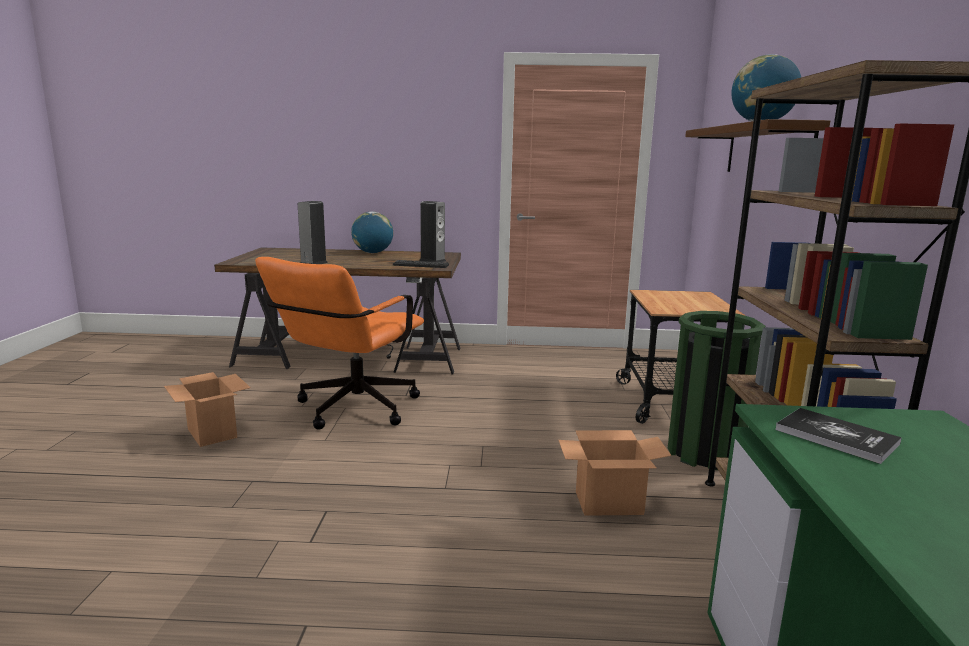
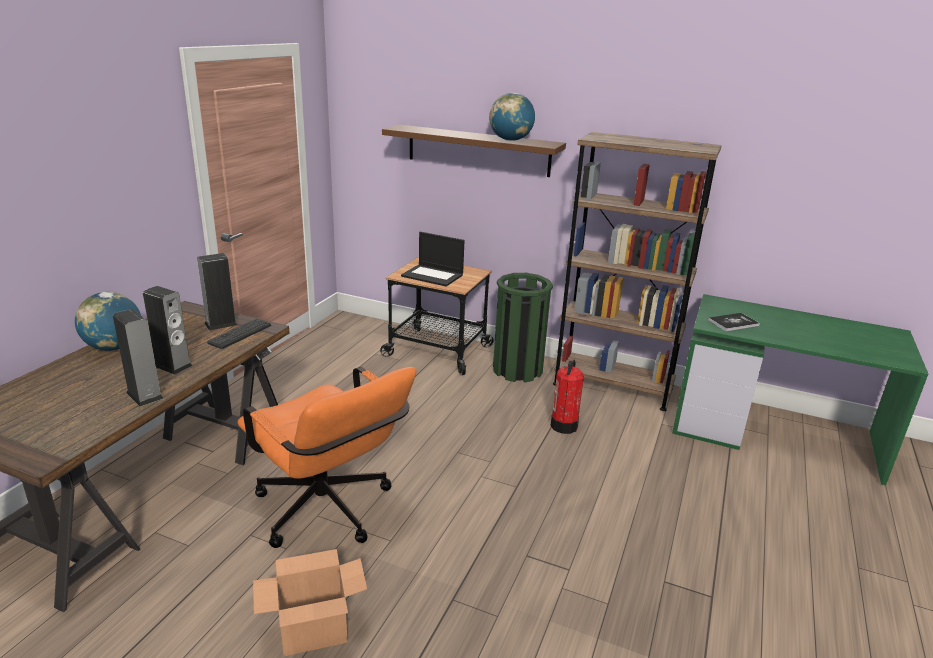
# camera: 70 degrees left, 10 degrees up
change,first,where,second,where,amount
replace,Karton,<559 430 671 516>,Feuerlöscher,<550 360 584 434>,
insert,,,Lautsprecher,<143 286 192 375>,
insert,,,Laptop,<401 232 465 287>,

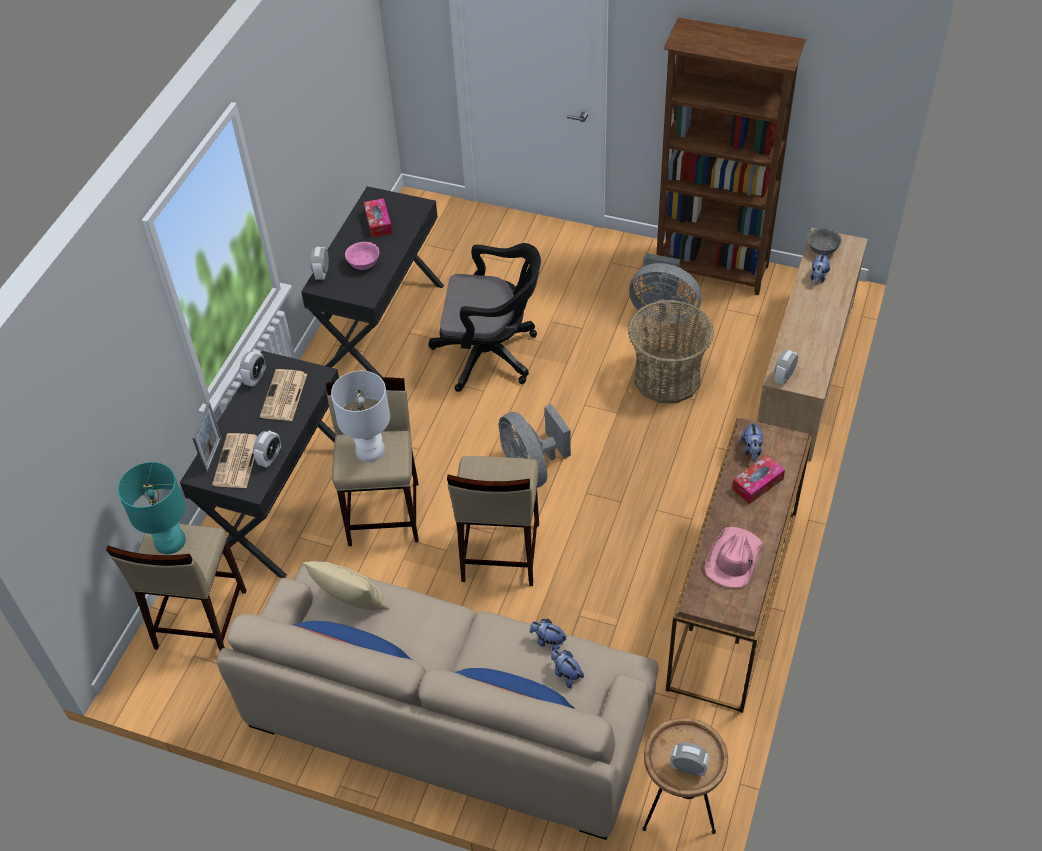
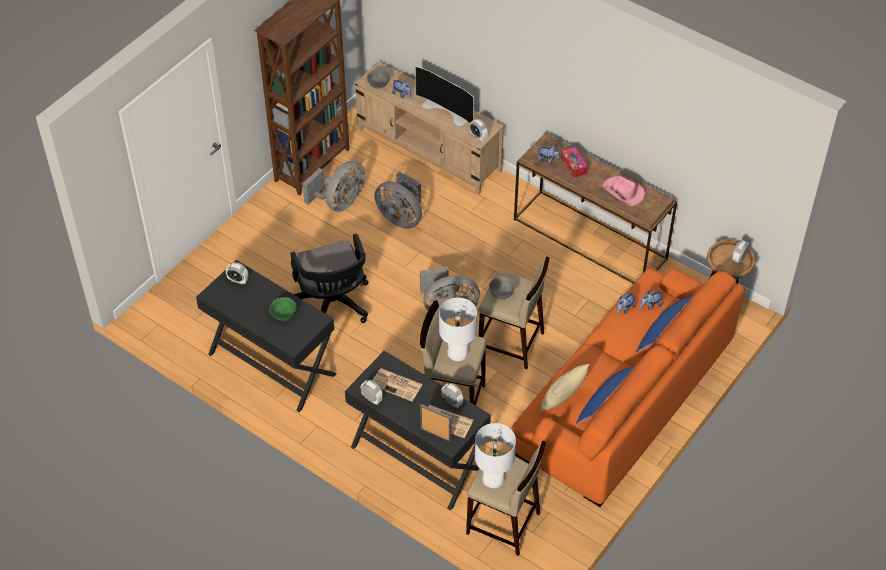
# camera: 75 degrees left, 0 degrees up
change,first,where,second,where,amount
recolor,Tischlampe/türkis,<118 462 186 554>,Tischlampe/weiß,<475 423 516 488>,
recolor,Sofa/beige,<217 564 658 840>,Sofa/orange,<510 268 745 507>,
move,Wecker,<311 247 329 280>,,<226 262 248 285>,
recolor,Schüssel/rosa,<345 242 379 270>,Schüssel/grün,<270 297 297 321>,
delete,Taschentuchbox,<364 198 392 238>,,,
rotate,Bürostuhl/schwarz,<428 243 541 392>,,<290 234 368 323>,135 degrees clockwise
replace,Korb,<628 300 714 403>,Ventilator/grau,<374 172 422 229>,
insert,,,Fernseher,<415 66 474 127>,
insert,,,Schüssel/grau,<489 277 516 299>,

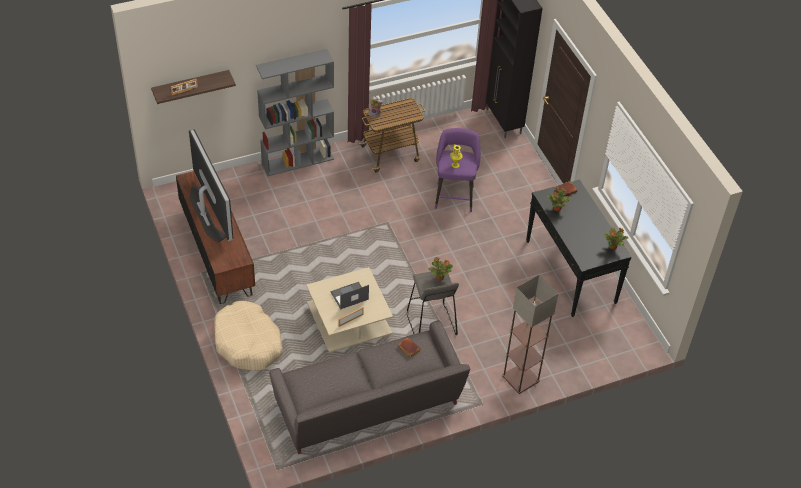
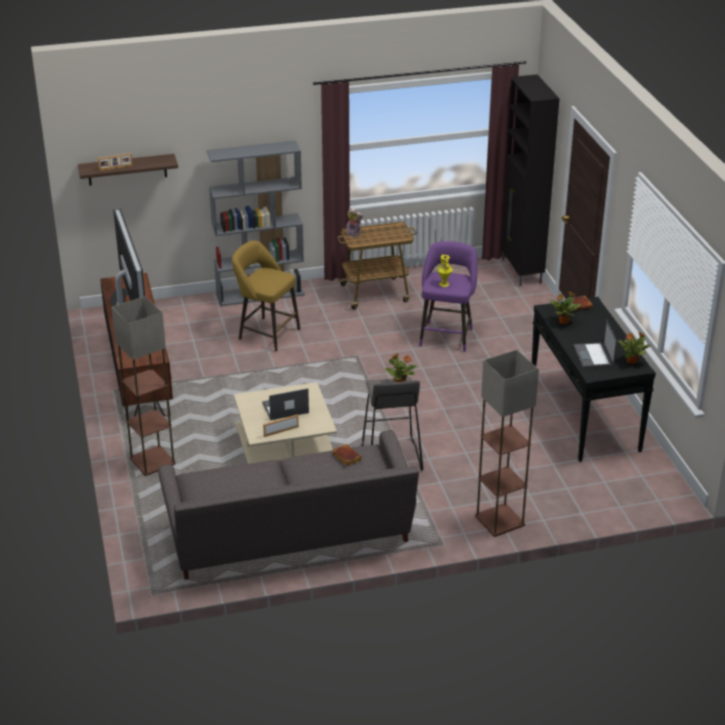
# camera: 10 degrees right, 15 degrees down
change,first,where,second,where,amount
replace,Hundebett/beige,<214 301 283 371>,Stehlampe,<111 296 176 476>,
insert,,,Hocker/gelb,<232 241 300 351>,
insert,,,Laptop,<573 319 617 368>,

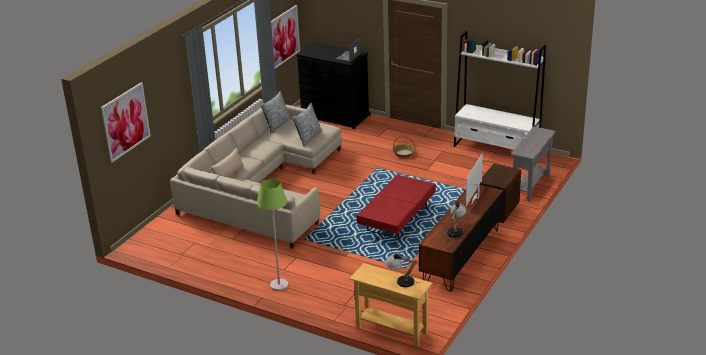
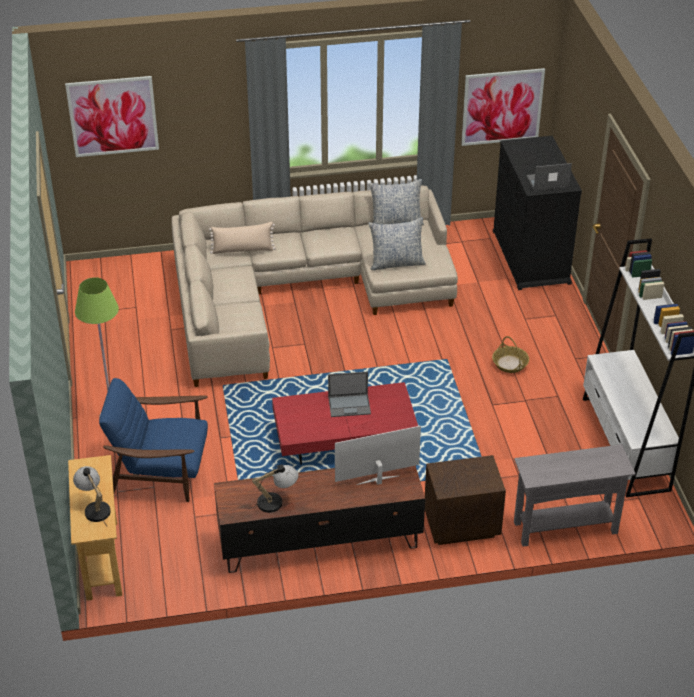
# camera: 50 degrees right, 10 degrees up
change,first,where,second,where,amount
insert,,,Sessel/blau,<99 378 208 502>,
insert,,,Laptop,<328 372 371 417>,

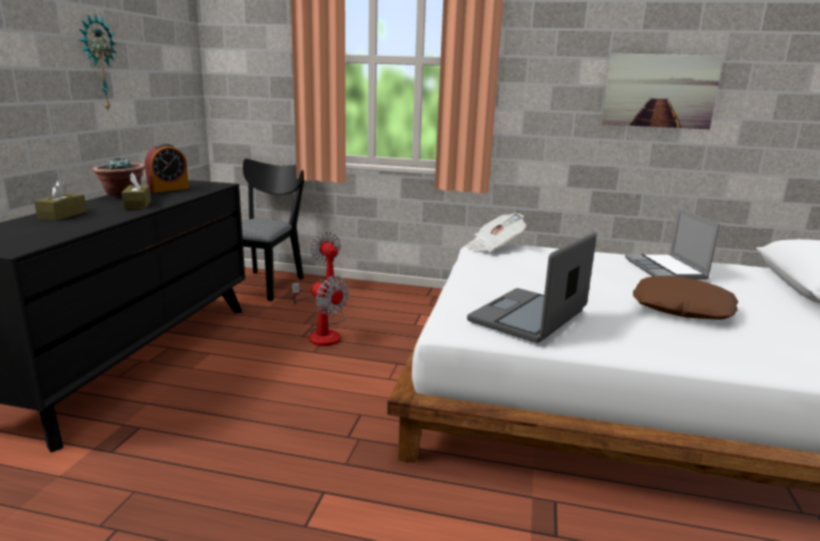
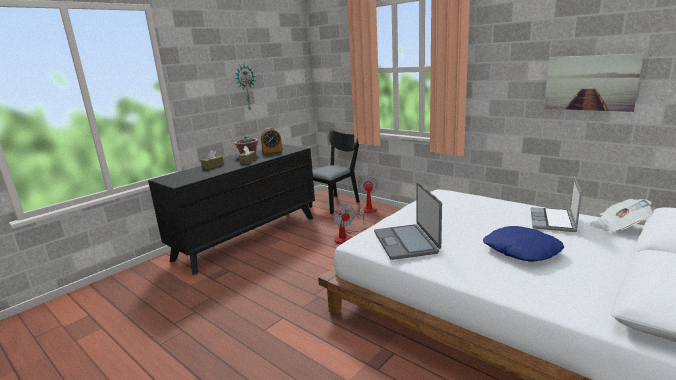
# camera: 30 degrees right, 0 degrees up
change,first,where,second,where,amount
move,Zeitung,<466 213 526 252>,,<590 199 653 233>,
rotate,Laptop,<467 232 597 343>,,<374 182 442 260>,75 degrees counterclockwise
recolor,Kissen/braun,<633 276 738 320>,Kissen/blau,<483 226 564 262>,

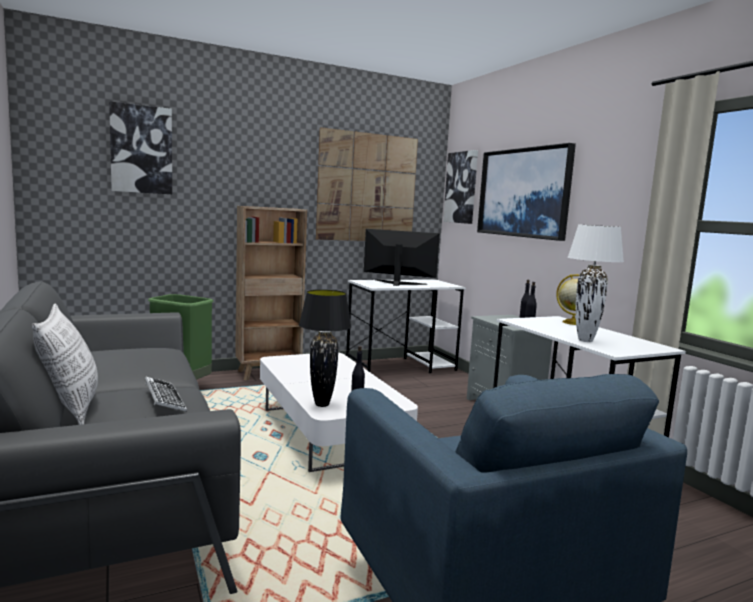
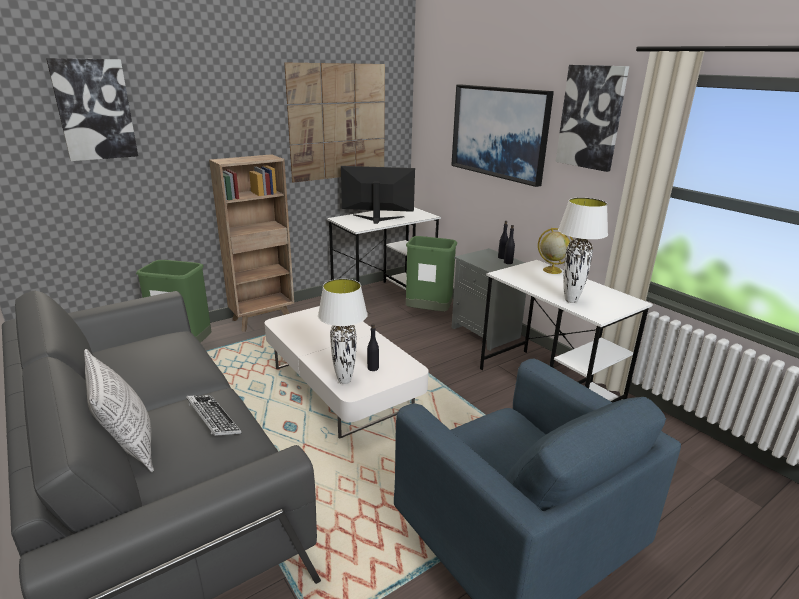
# camera: 10 degrees left, 15 degrees up
change,first,where,second,where,amount
recolor,Tischlampe/schwarz,<299 289 352 407>,Tischlampe/weiß,<318 279 368 384>,
move,Bild,<443 150 478 224>,,<556 65 629 172>,
insert,,,Mülleimer/grün,<406 236 457 311>,

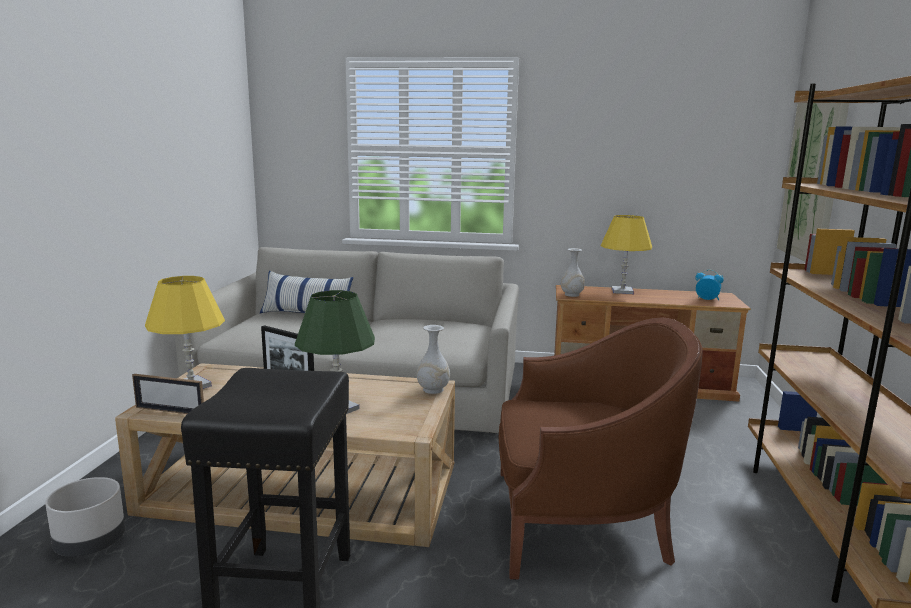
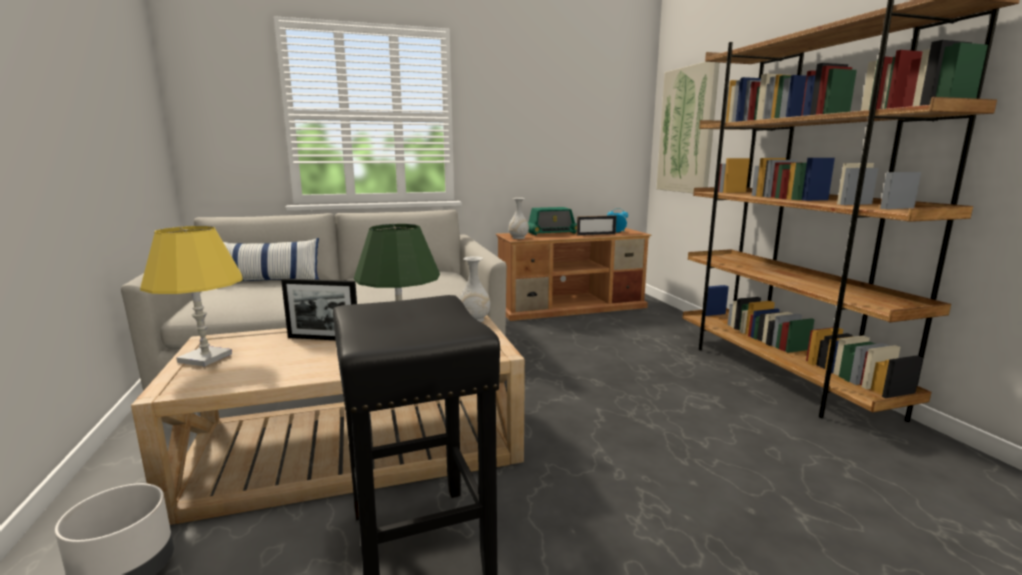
# camera: 25 degrees left, 0 degrees up
change,first,where,second,where,amount
move,Bilderrahmen,<132 374 204 414>,,<577 215 617 236>,
delete,Sessel/braun,<499 318 703 580>,,,
replace,Tischlampe/gelb,<601 215 652 294>,Radio,<528 207 577 236>,

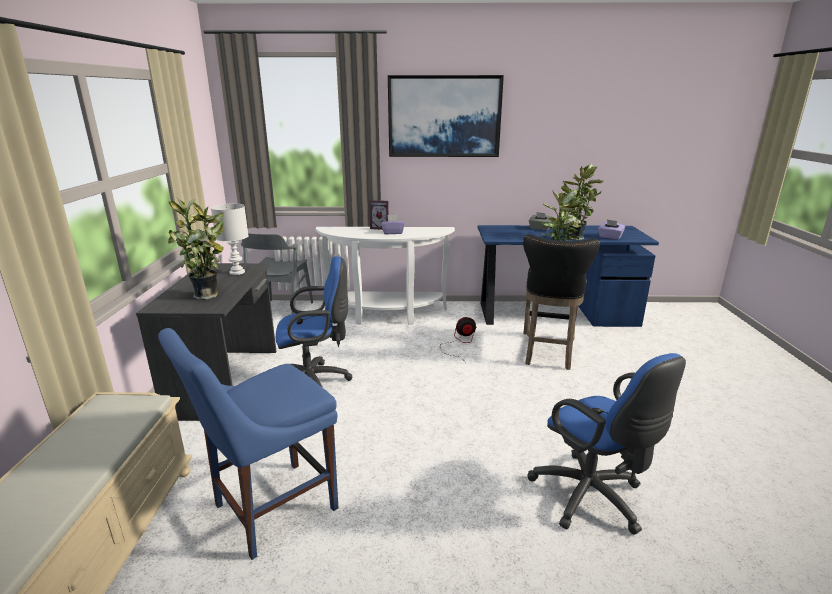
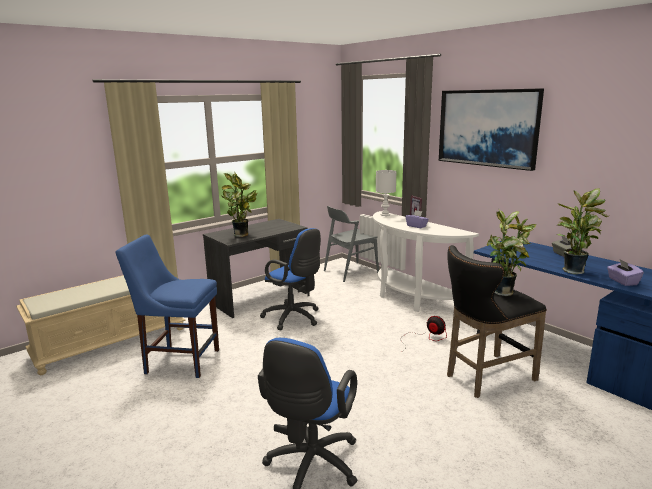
# camera: 50 degrees right, 5 degrees down
change,first,where,second,where,amount
move,Tischlampe/weiß,<211 203 248 275>,,<376 170 397 216>,

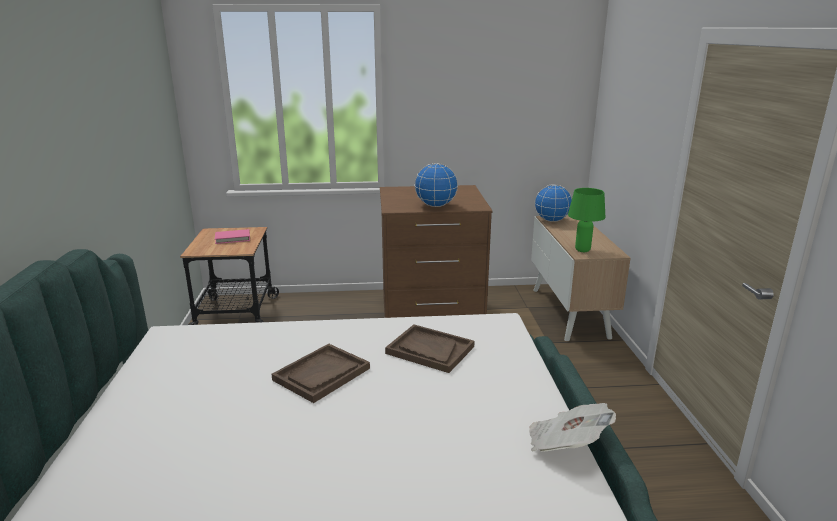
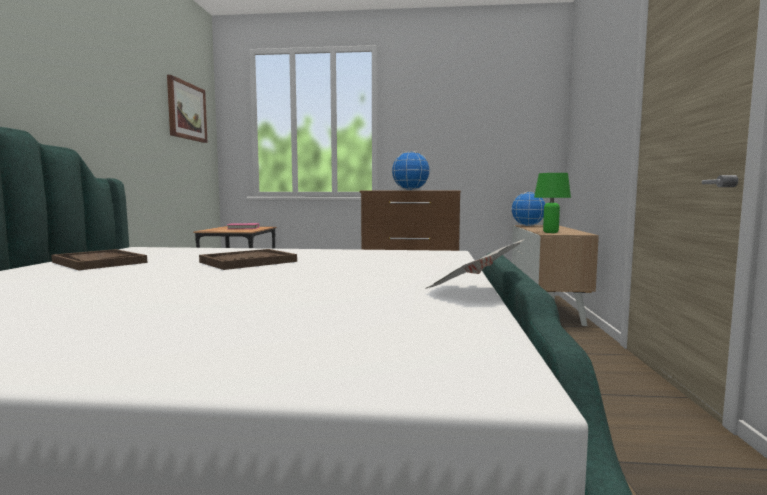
# camera: 10 degrees right, 15 degrees down
change,first,where,second,where,amount
move,Tablett/braun,<385 324 475 373>,,<51 249 147 270>,
insert,,,Bild,<167 75 208 143>,

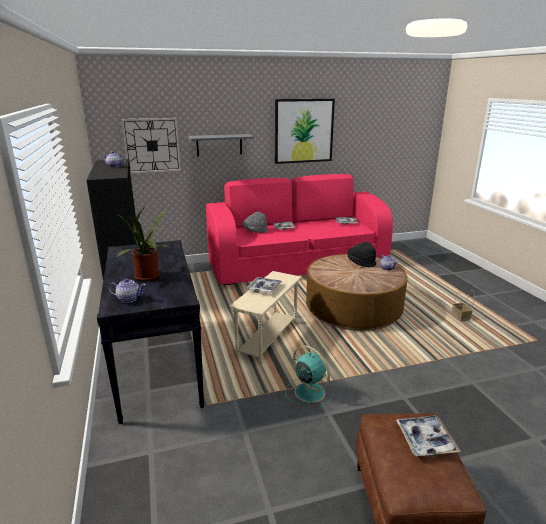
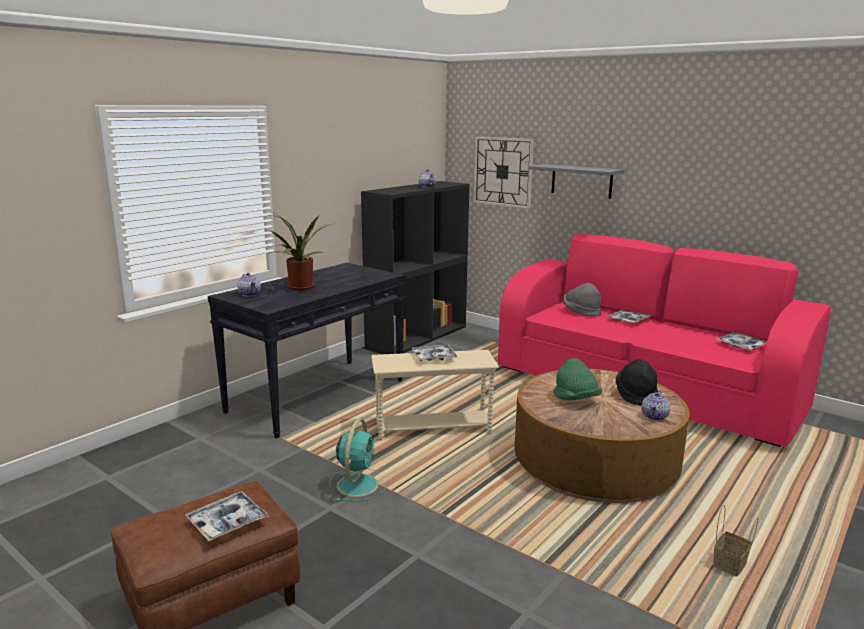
# camera: 55 degrees right, 5 degrees down
change,first,where,second,where,amount
delete,Bild,<275 98 335 164>,,,
insert,,,Hut/grün,<553 358 602 400>,

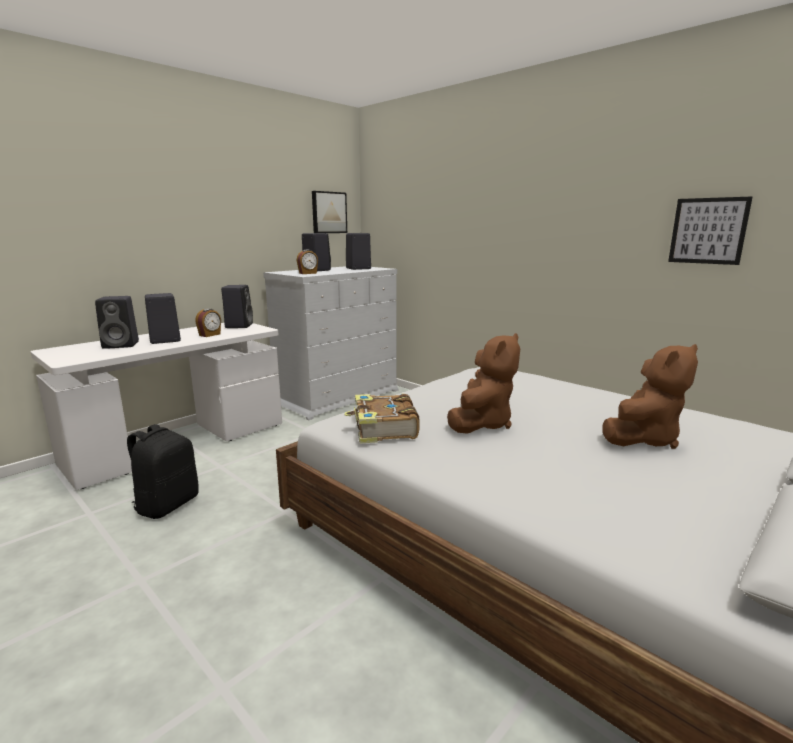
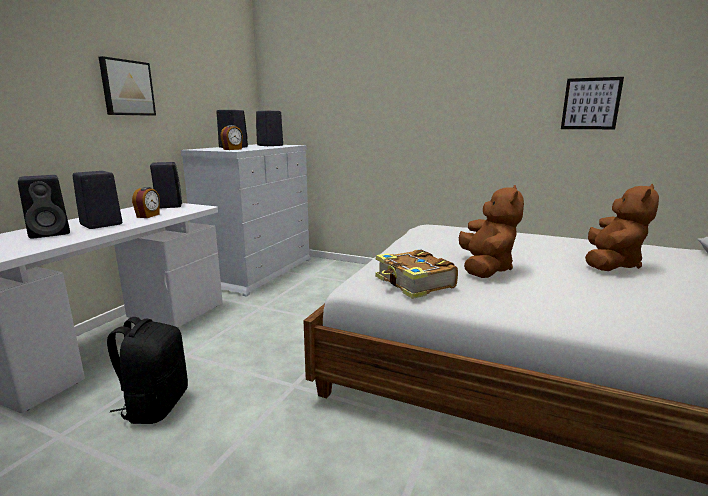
# camera: 20 degrees left, 0 degrees up
change,first,where,second,where,amount
move,Bild,<312 191 347 233>,,<99 56 156 116>,

